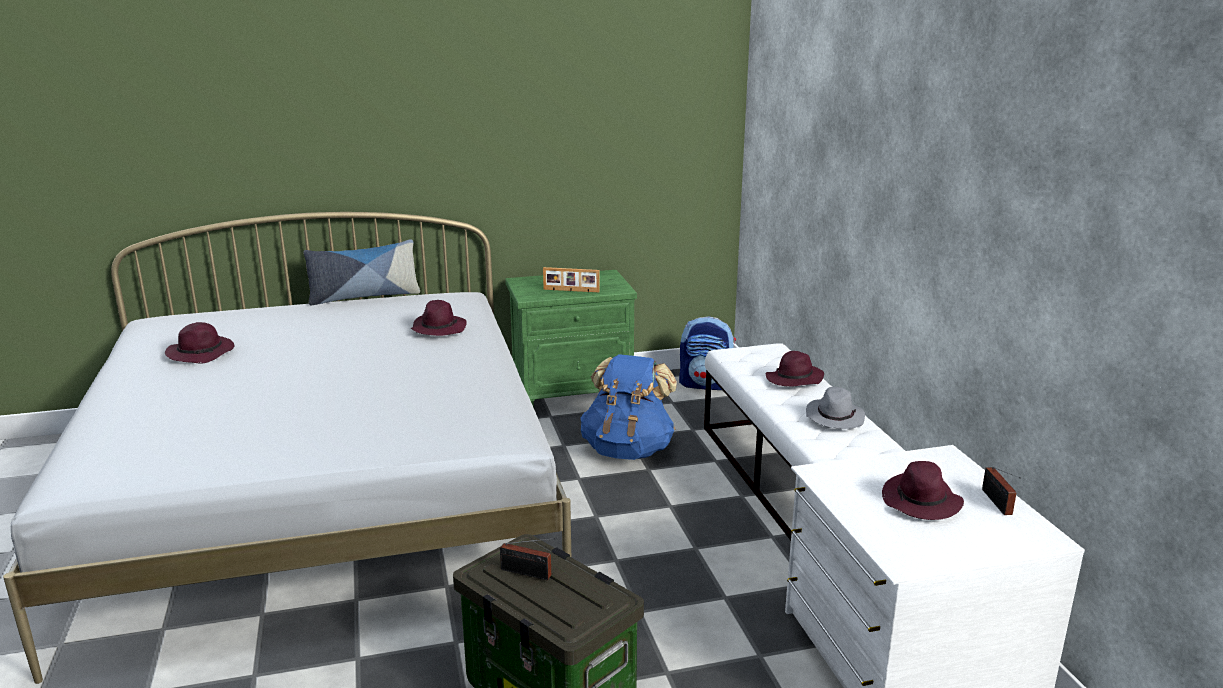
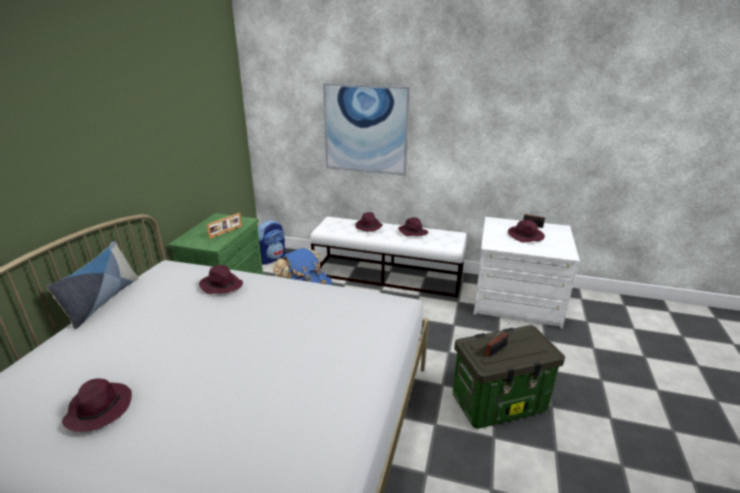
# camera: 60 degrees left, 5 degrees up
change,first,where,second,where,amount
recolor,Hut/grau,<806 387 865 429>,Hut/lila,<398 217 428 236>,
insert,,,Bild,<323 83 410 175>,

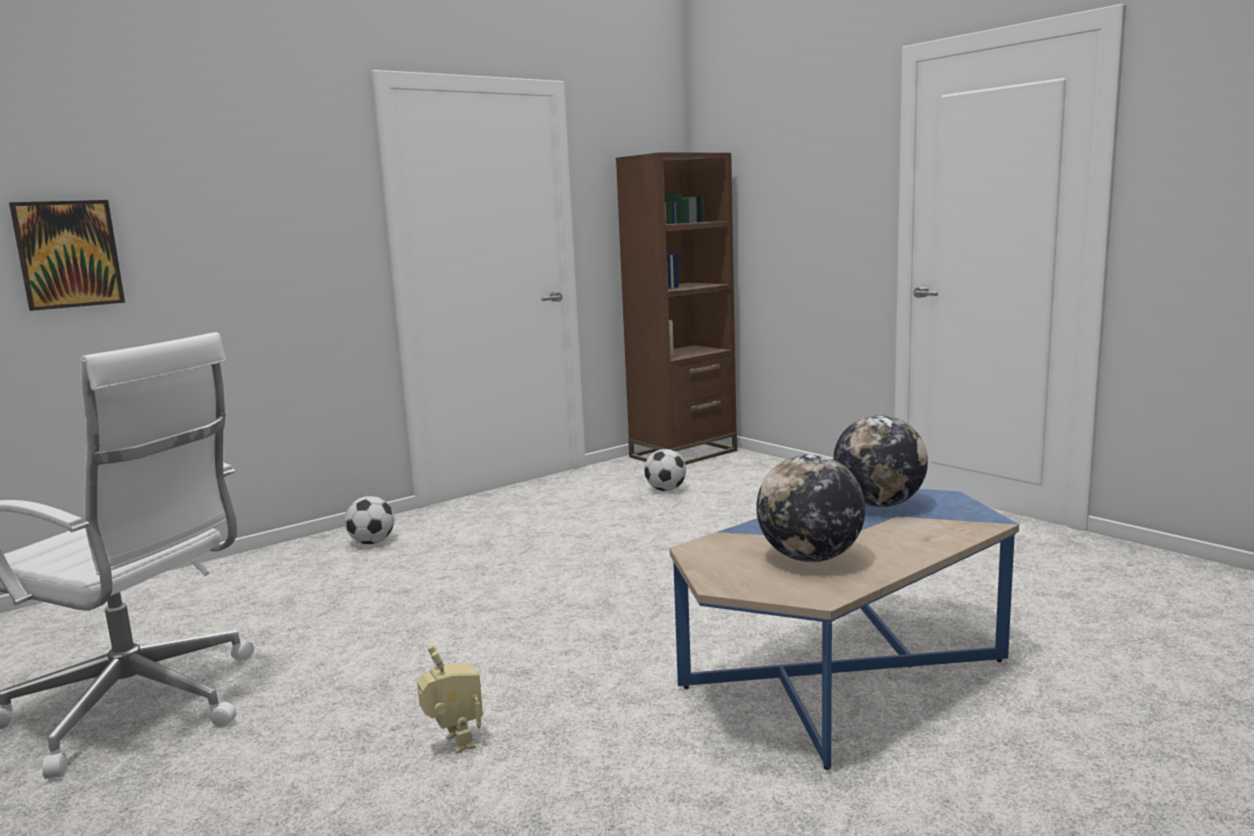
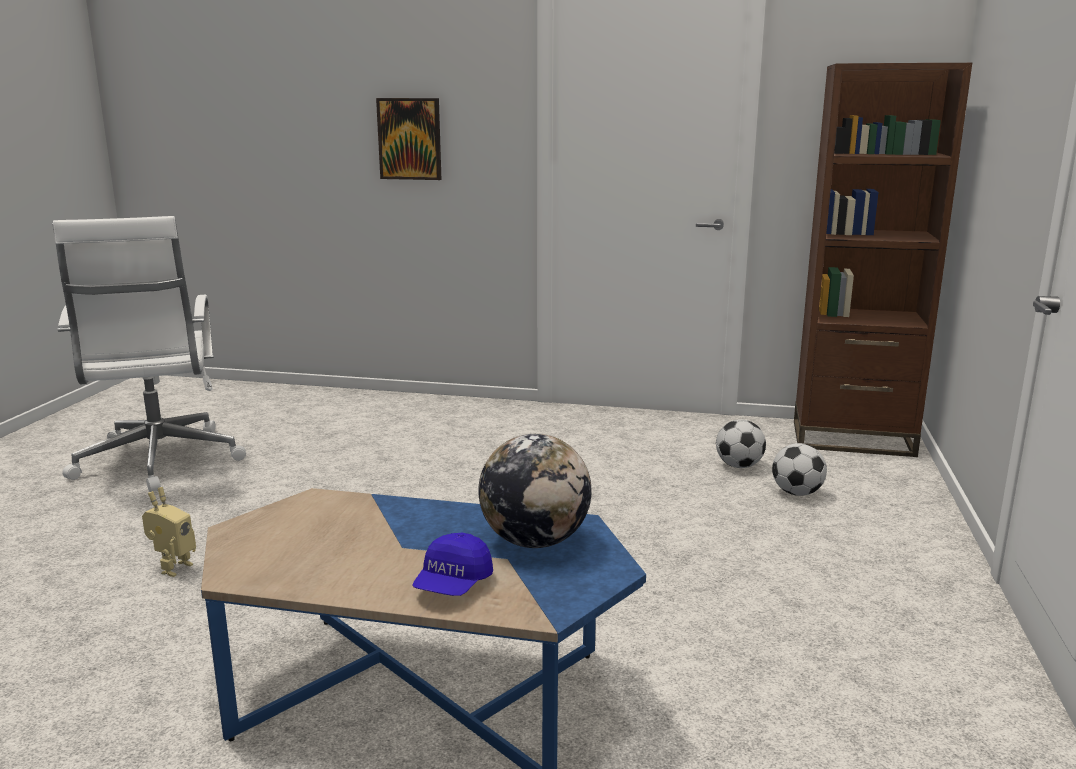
# camera: 50 degrees right, 5 degrees up
change,first,where,second,where,amount
move,Bild,<9 200 125 311>,,<376 98 442 180>,
move,Fußball,<345 496 394 544>,,<772 443 827 496>,
delete,Globus,<756 454 865 562>,,,
insert,,,Kappe/blau,<412 532 493 596>,

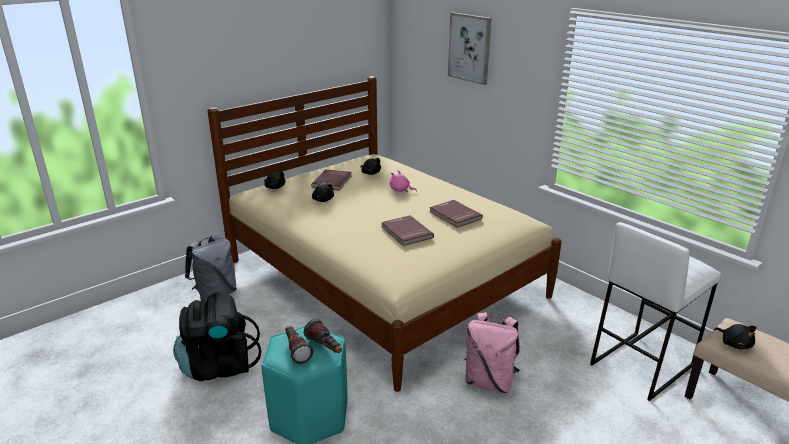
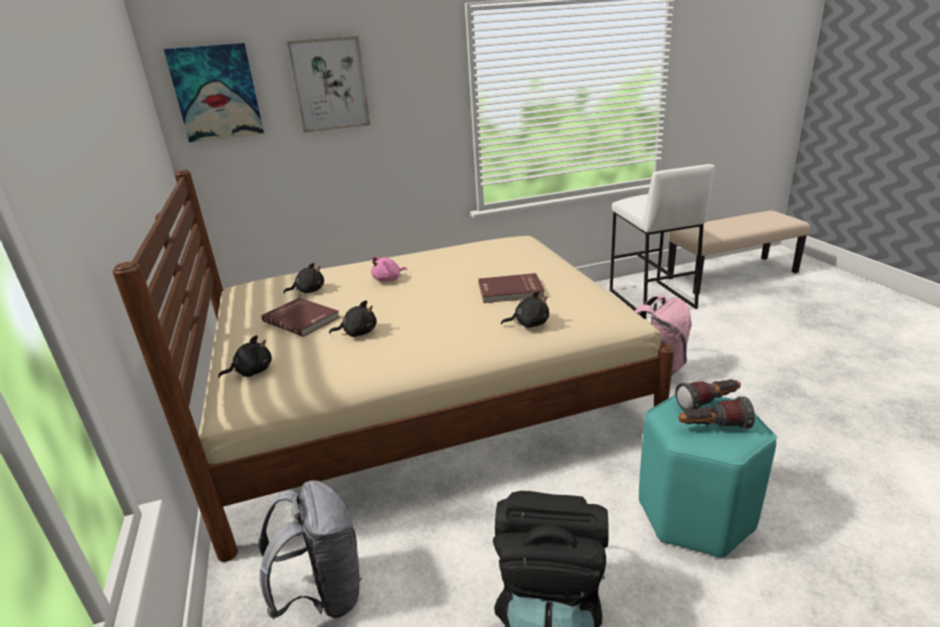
# camera: 65 degrees left, 0 degrees up
change,first,where,second,where,amount
delete,Buch/rot,<429 200 483 228>,,,
move,Plüschtier/schwarz,<714 324 757 349>,,<501 291 549 328>,
insert,,,Bild,<164 43 264 142>,

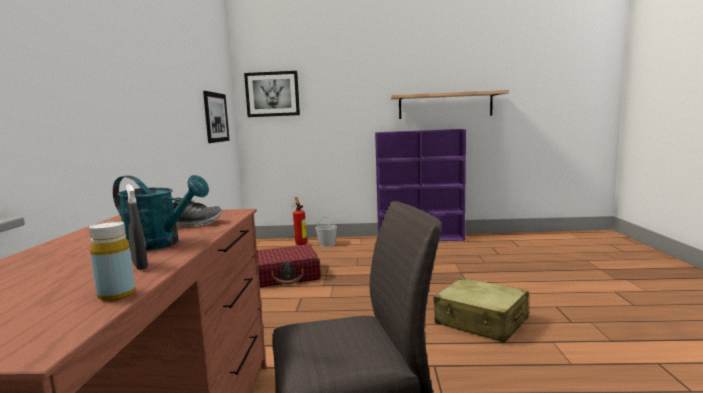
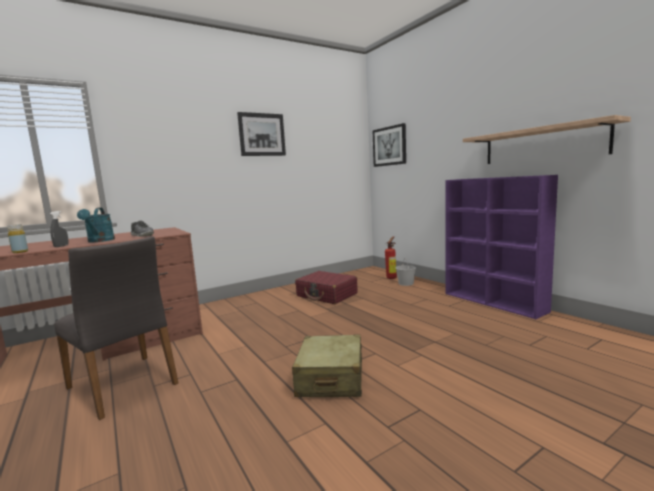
# camera: 55 degrees right, 0 degrees up
change,first,where,second,where,amount
move,Bild,<203 91 230 143>,,<237 112 286 156>,

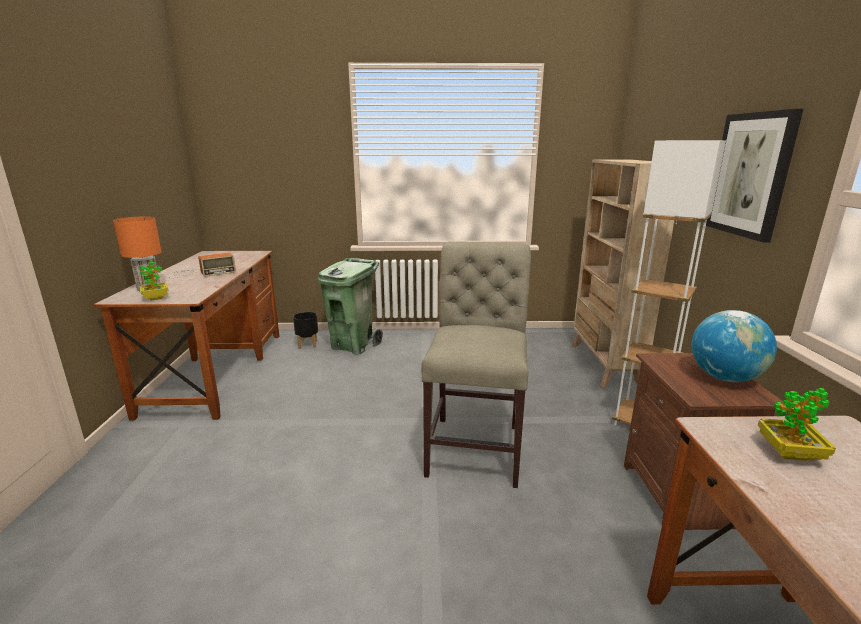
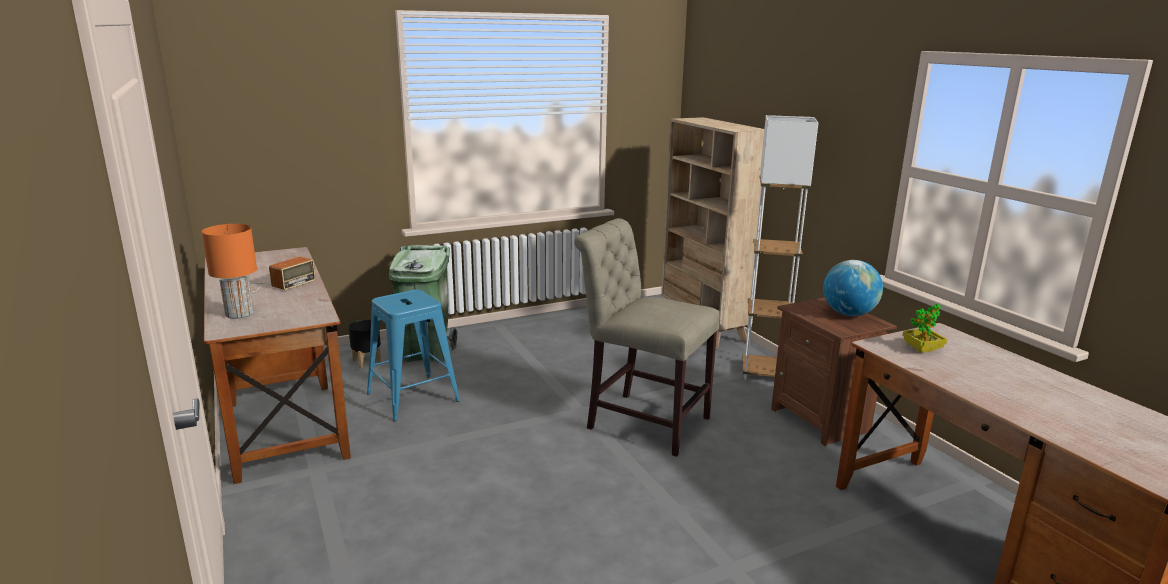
# camera: 25 degrees left, 0 degrees up
change,first,where,second,where,amount
delete,Topfpflanze,<139 261 169 300>,,,
rotate,Stuhl/beige,<421 241 531 488>,,<574 218 720 457>,45 degrees counterclockwise
delete,Bild,<706 109 803 242>,,,
insert,,,Hocker/blau,<367 290 460 421>,

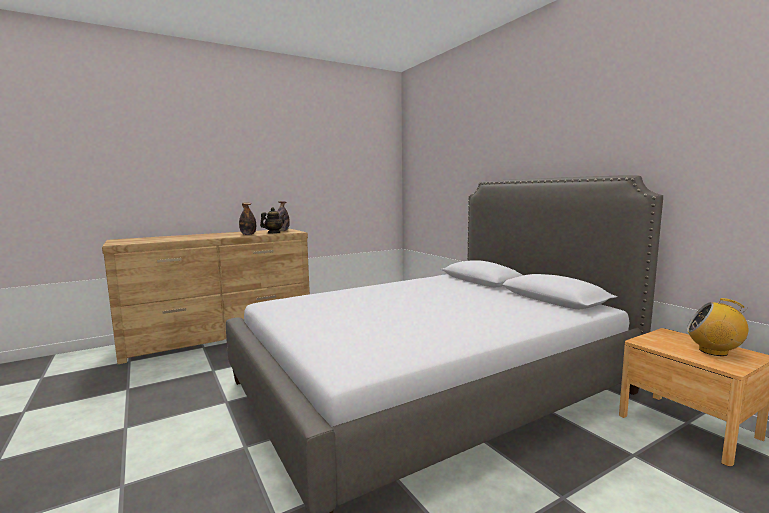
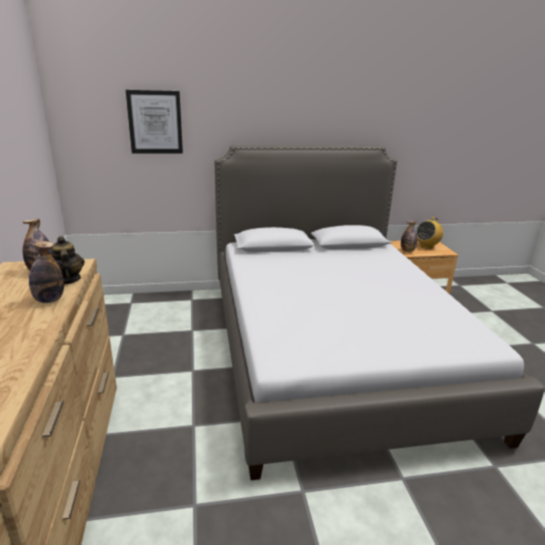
# camera: 70 degrees left, 15 degrees up
change,first,where,second,where,amount
insert,,,Bild,<126 90 183 153>,
insert,,,Flasche,<401 221 417 252>,

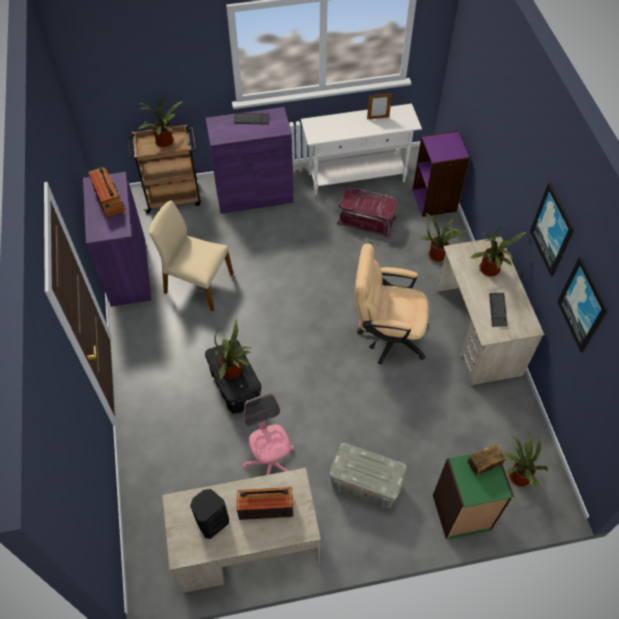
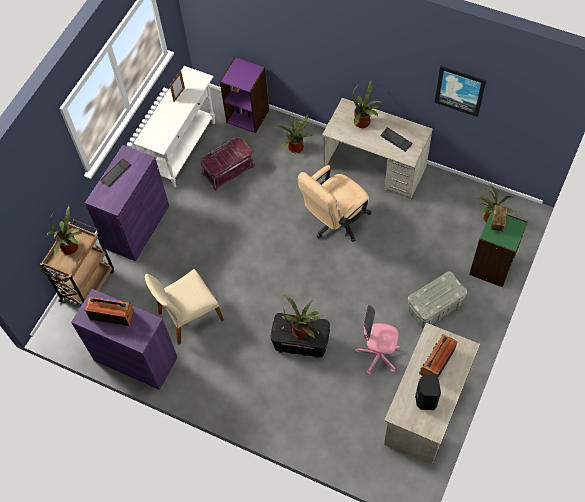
# camera: 50 degrees left, 5 degrees up
change,first,where,second,where,amount
delete,Bild,<530 183 574 277>,,,

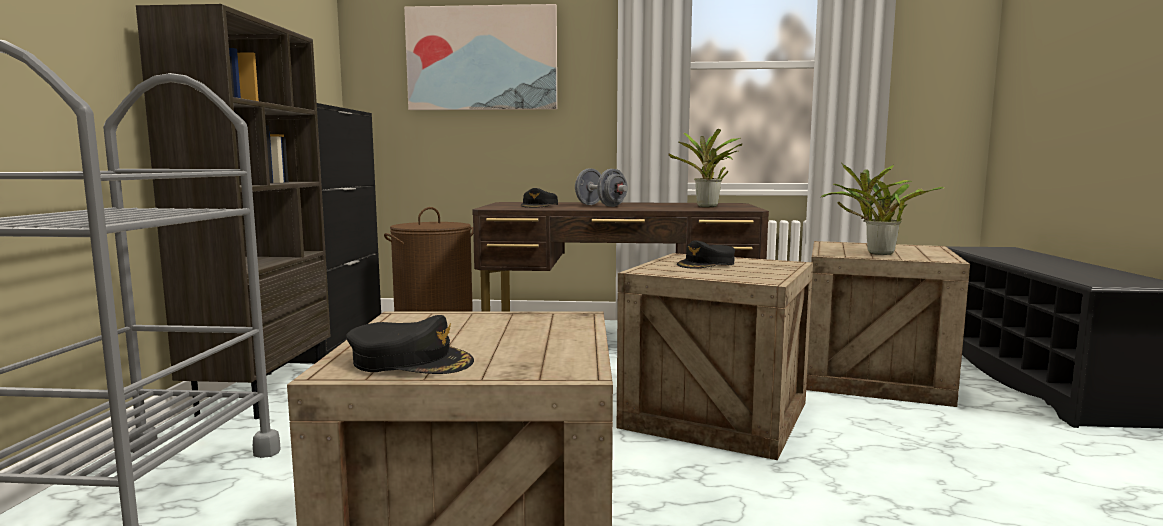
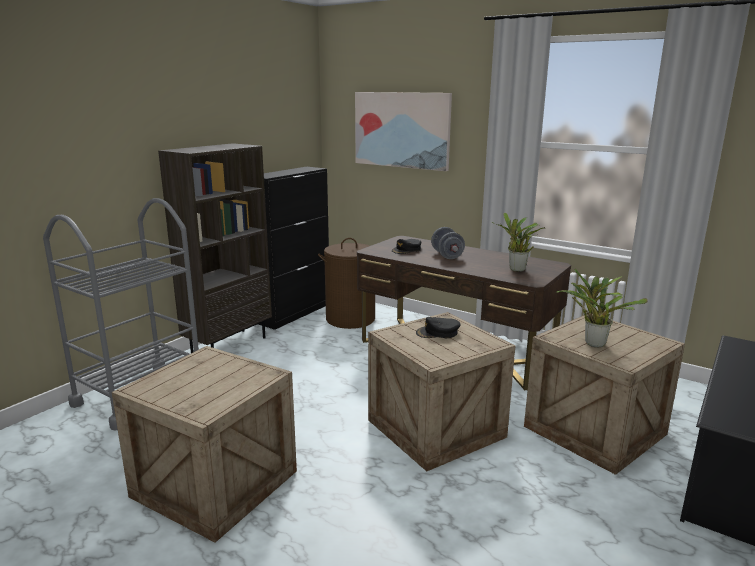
# camera: 30 degrees right, 10 degrees up
change,first,where,second,where,amount
delete,Kappe/schwarz,<346 315 474 374>,,,

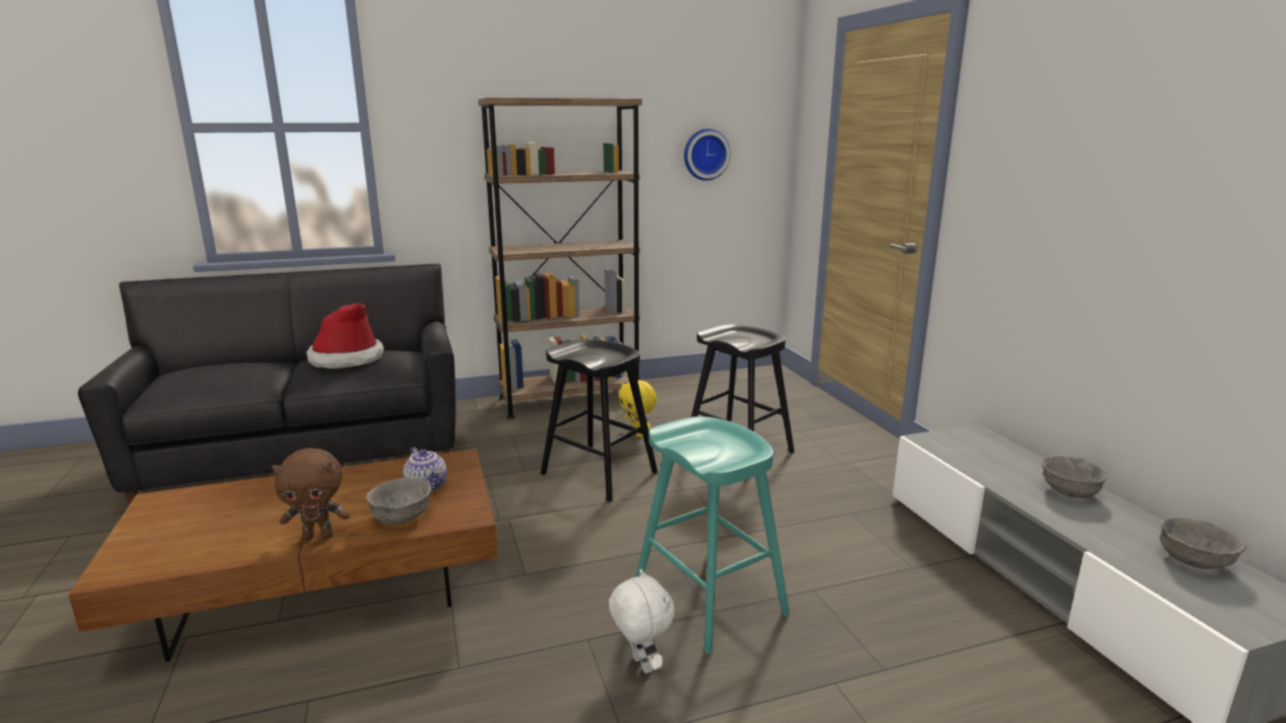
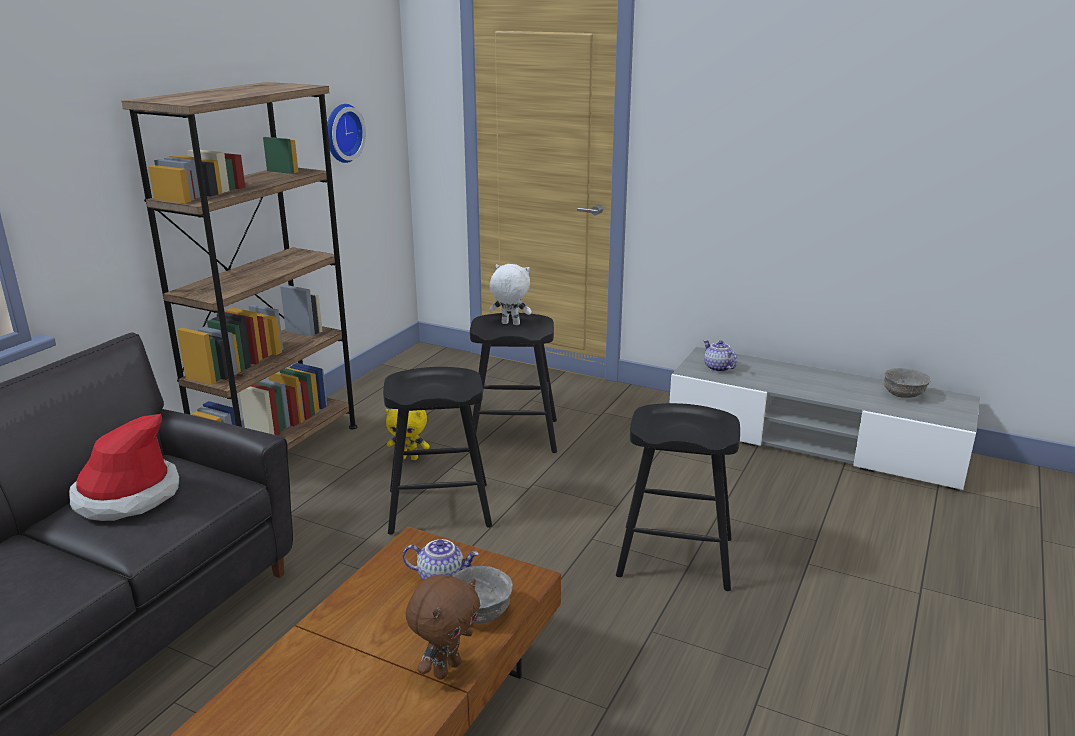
# camera: 45 degrees left, 5 degrees up
change,first,where,second,where,amount
move,Plüschtier/weiß,<609 569 674 674>,,<489 264 532 325>,
recolor,Hocker/türkis,<636 416 790 654>,Hocker/schwarz,<616 403 740 591>,
delete,Schüssel/grau,<1042 456 1107 498>,,,
insert,,,Teekanne,<703 340 737 372>,

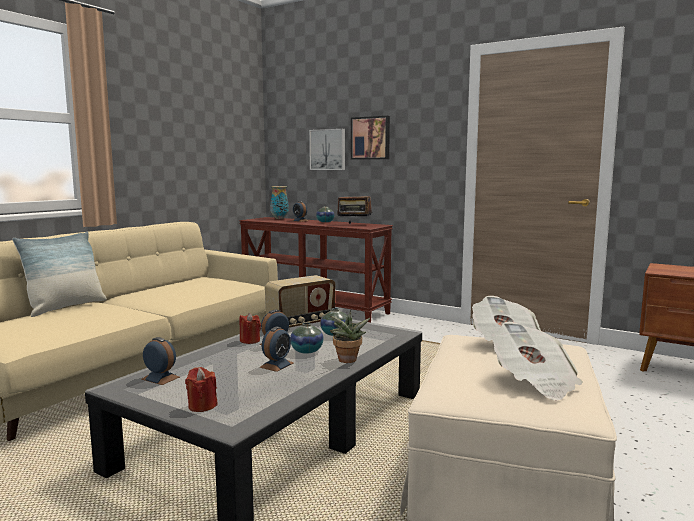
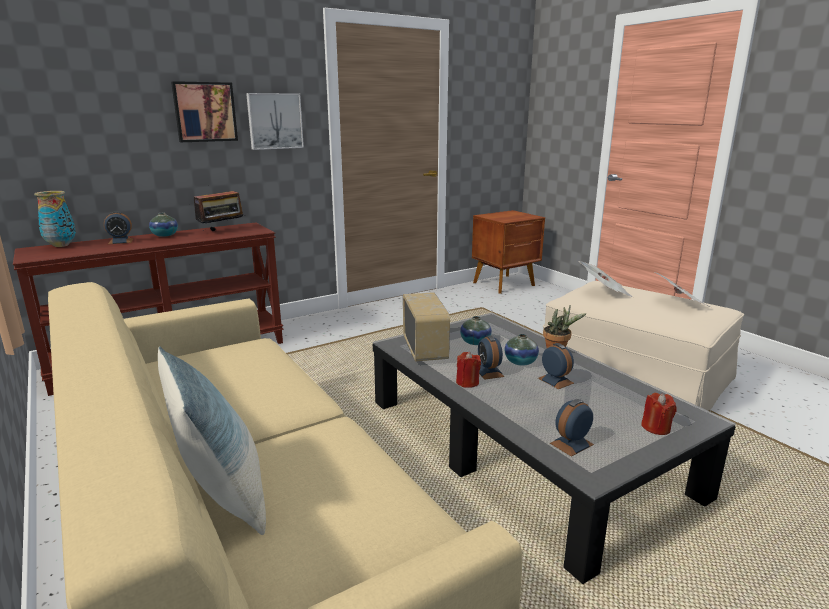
# camera: 65 degrees left, 10 degrees up
change,first,where,second,where,amount
move,Bild,<309 129 345 170>,,<246 93 304 150>,

